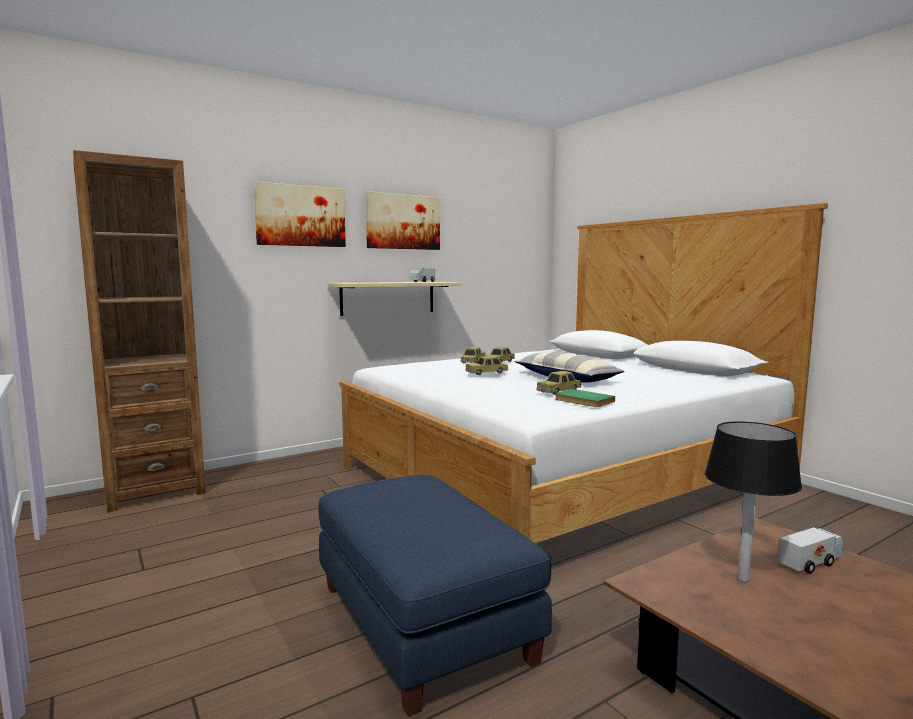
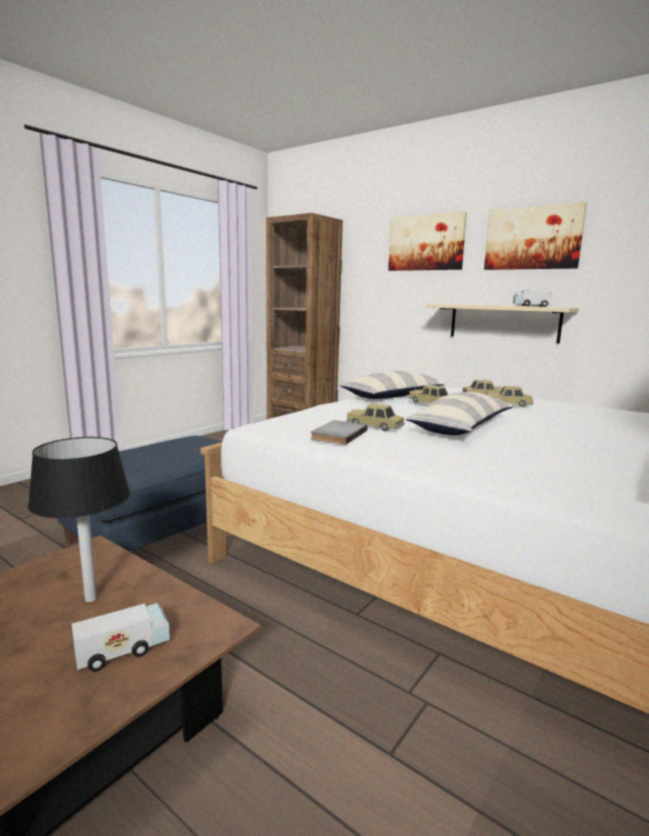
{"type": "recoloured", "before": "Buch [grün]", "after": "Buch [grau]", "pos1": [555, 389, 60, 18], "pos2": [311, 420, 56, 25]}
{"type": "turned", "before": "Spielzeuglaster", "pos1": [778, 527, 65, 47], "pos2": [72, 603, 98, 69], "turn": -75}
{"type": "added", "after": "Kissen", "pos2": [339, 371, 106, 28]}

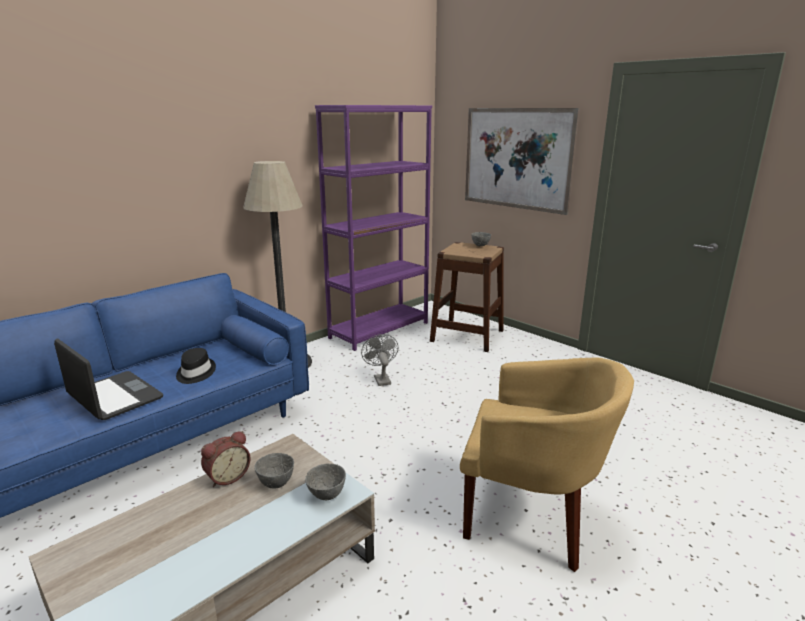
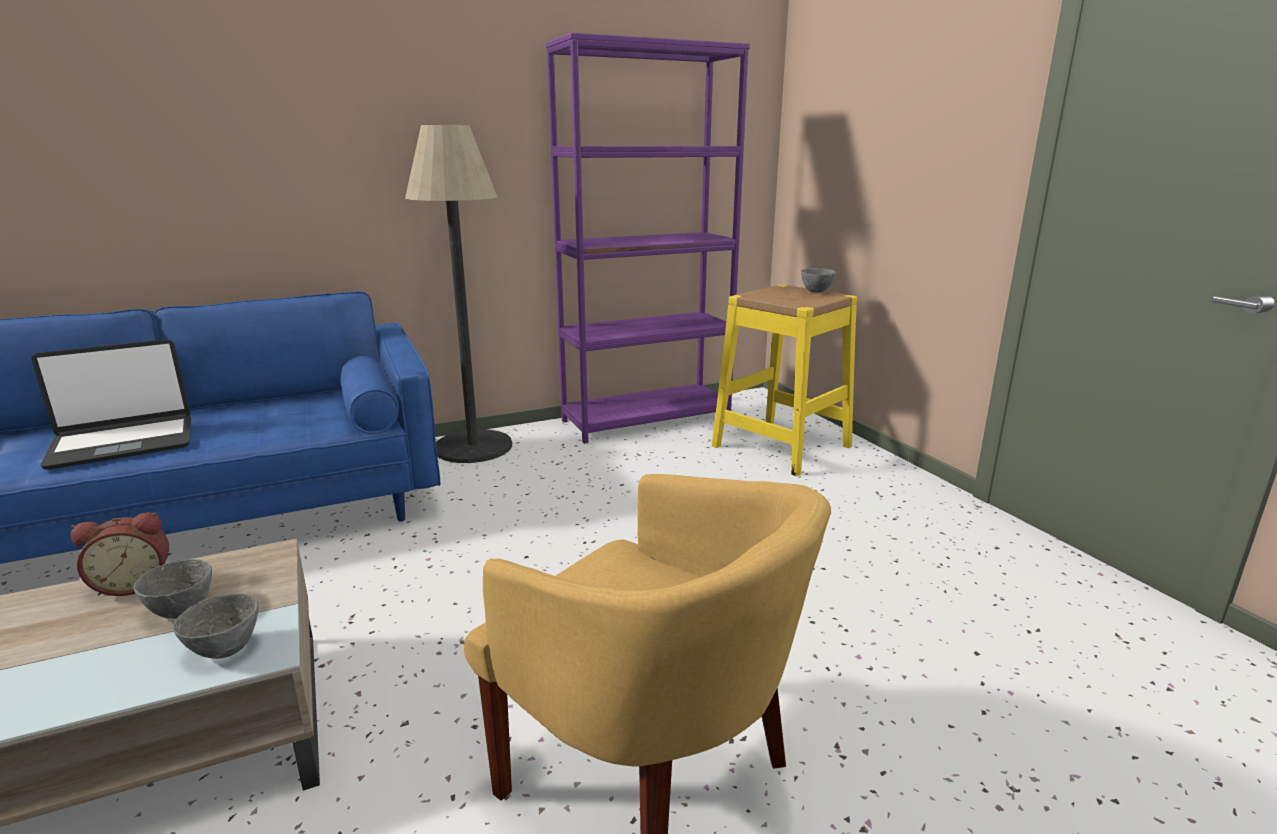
{"type": "removed", "before": "Bild", "pos1": [465, 108, 115, 107]}
{"type": "recoloured", "before": "Hocker [braun]", "after": "Hocker [gelb]", "pos1": [430, 242, 74, 110], "pos2": [712, 285, 145, 191]}
{"type": "removed", "before": "Ventilator [grau]", "pos1": [361, 334, 37, 52]}
{"type": "turned", "before": "Laptop", "pos1": [54, 338, 109, 82], "pos2": [31, 339, 160, 131], "turn": 90}
{"type": "removed", "before": "Hut [schwarz]", "pos1": [176, 348, 40, 36]}

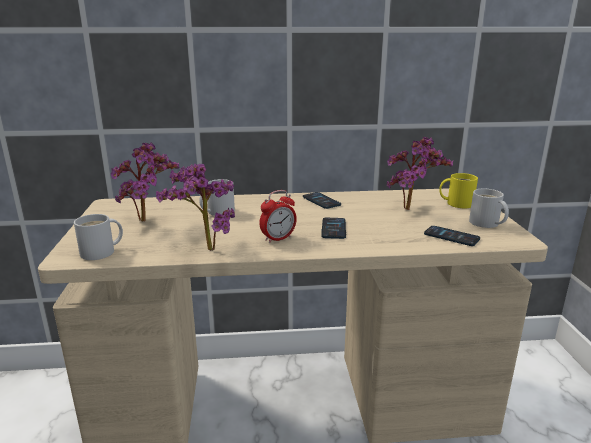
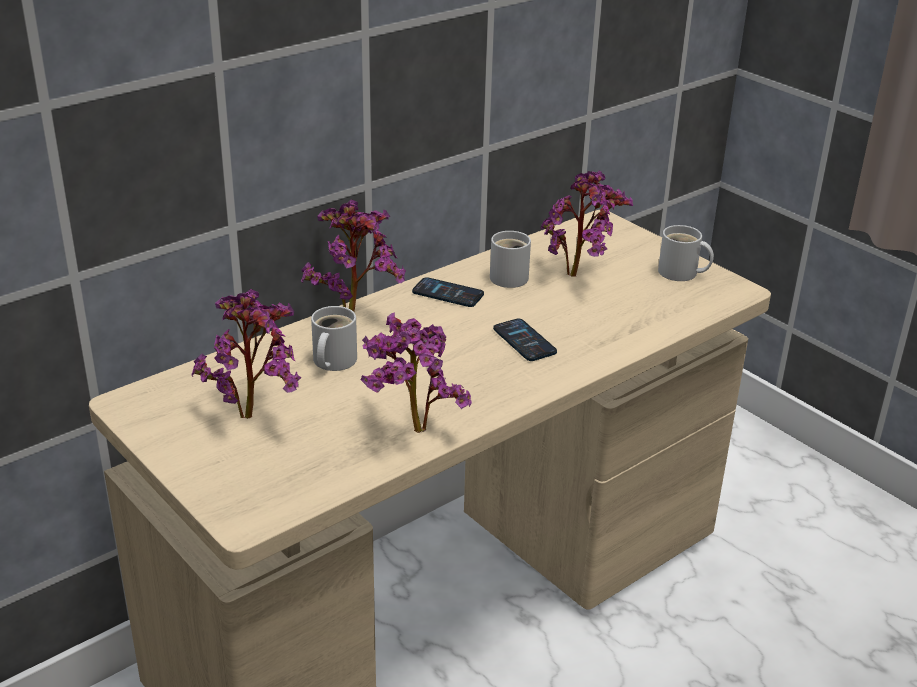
{"type": "removed", "before": "Henkelbecher [gelb]", "pos1": [439, 173, 39, 35]}
{"type": "removed", "before": "Wecker", "pos1": [259, 190, 38, 53]}
{"type": "moved", "before": "Henkelbecher [weiß]", "pos1": [74, 214, 49, 46], "pos2": [490, 231, 41, 57]}
{"type": "removed", "before": "Handy", "pos1": [424, 226, 56, 20]}
{"type": "added", "after": "Topfpflanze", "pos2": [301, 200, 105, 112]}

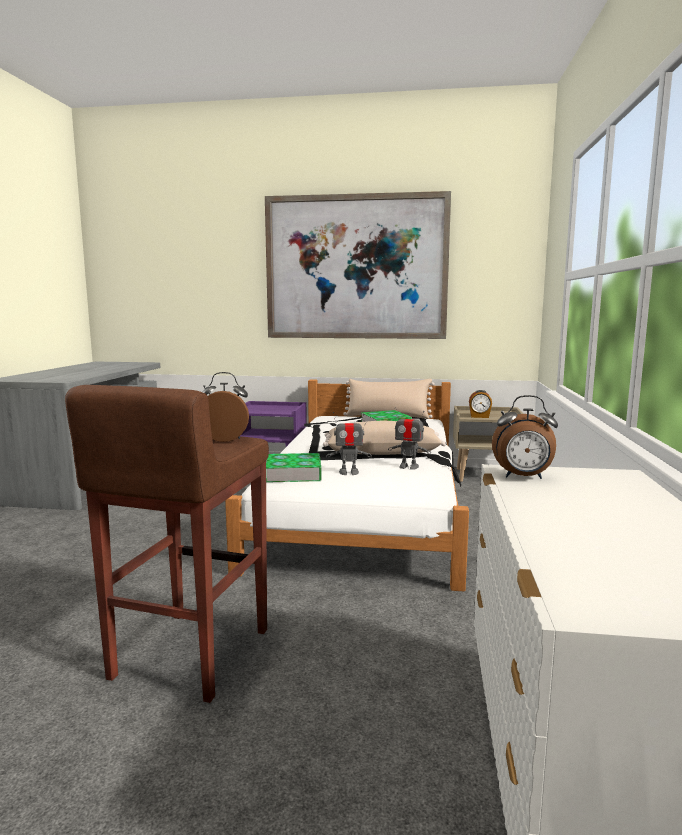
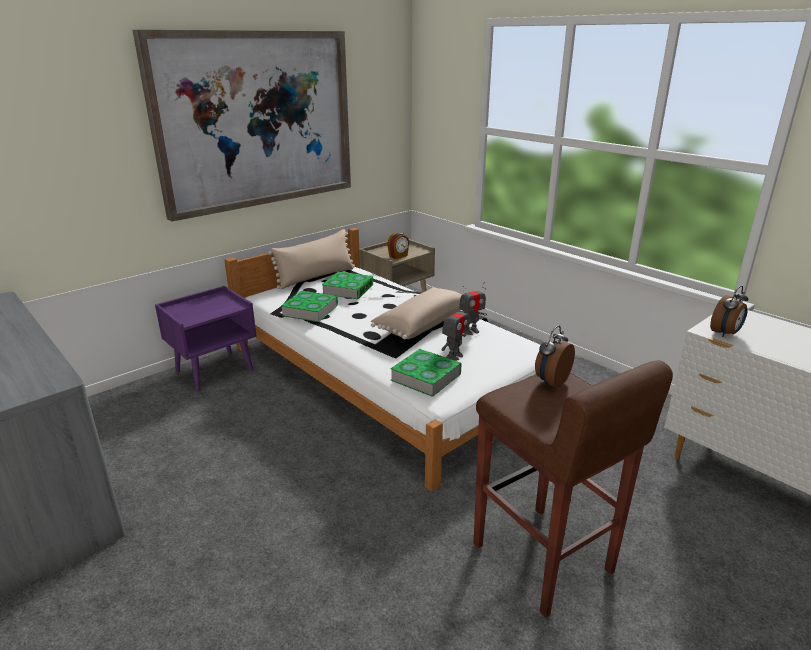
{"type": "added", "after": "Buch", "pos2": [281, 291, 57, 31]}

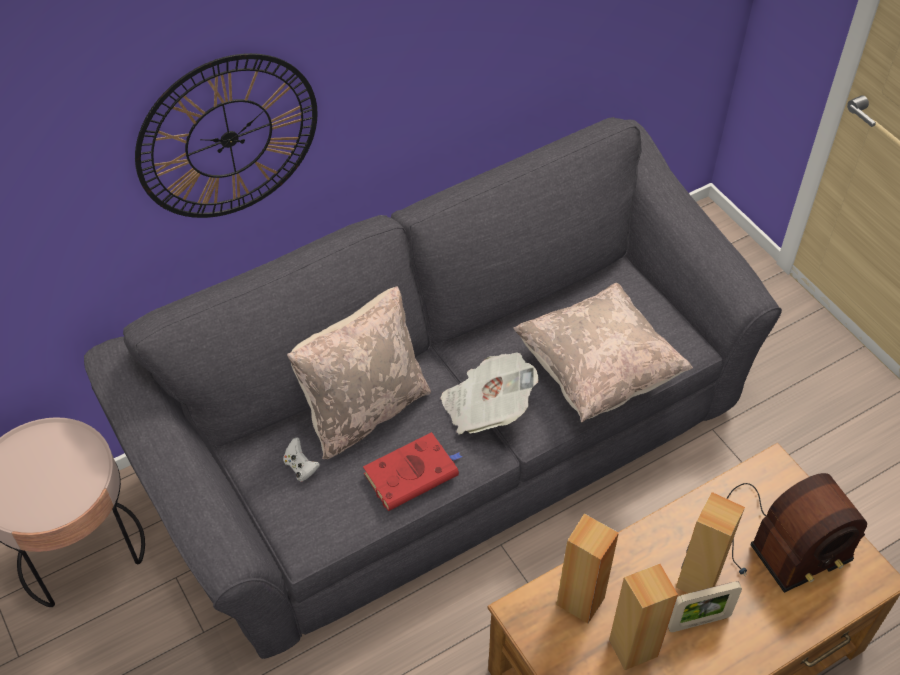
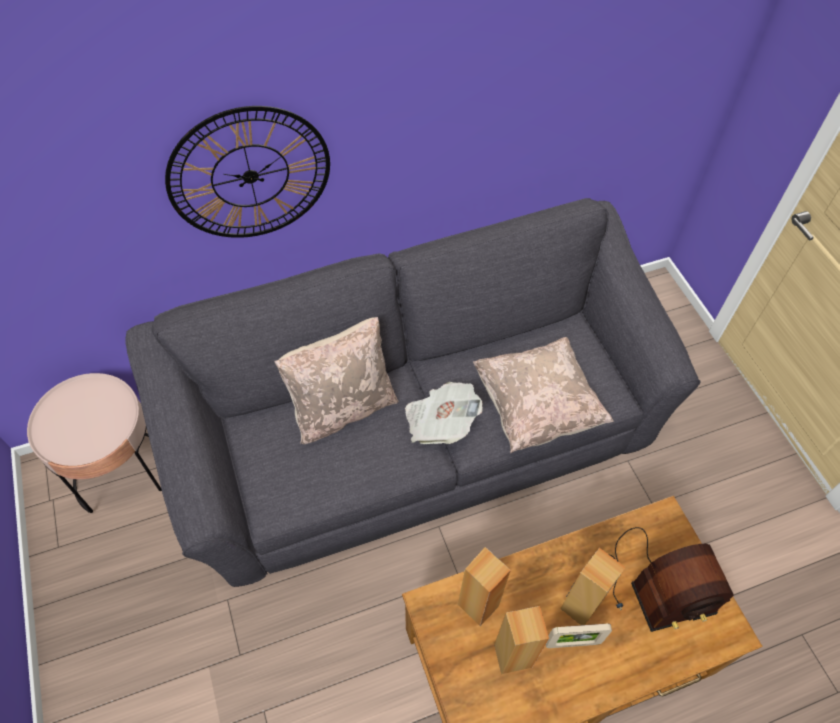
{"type": "removed", "before": "Buch [rot]", "pos1": [363, 432, 100, 79]}
{"type": "removed", "before": "Gamepad [weiß]", "pos1": [283, 438, 37, 43]}

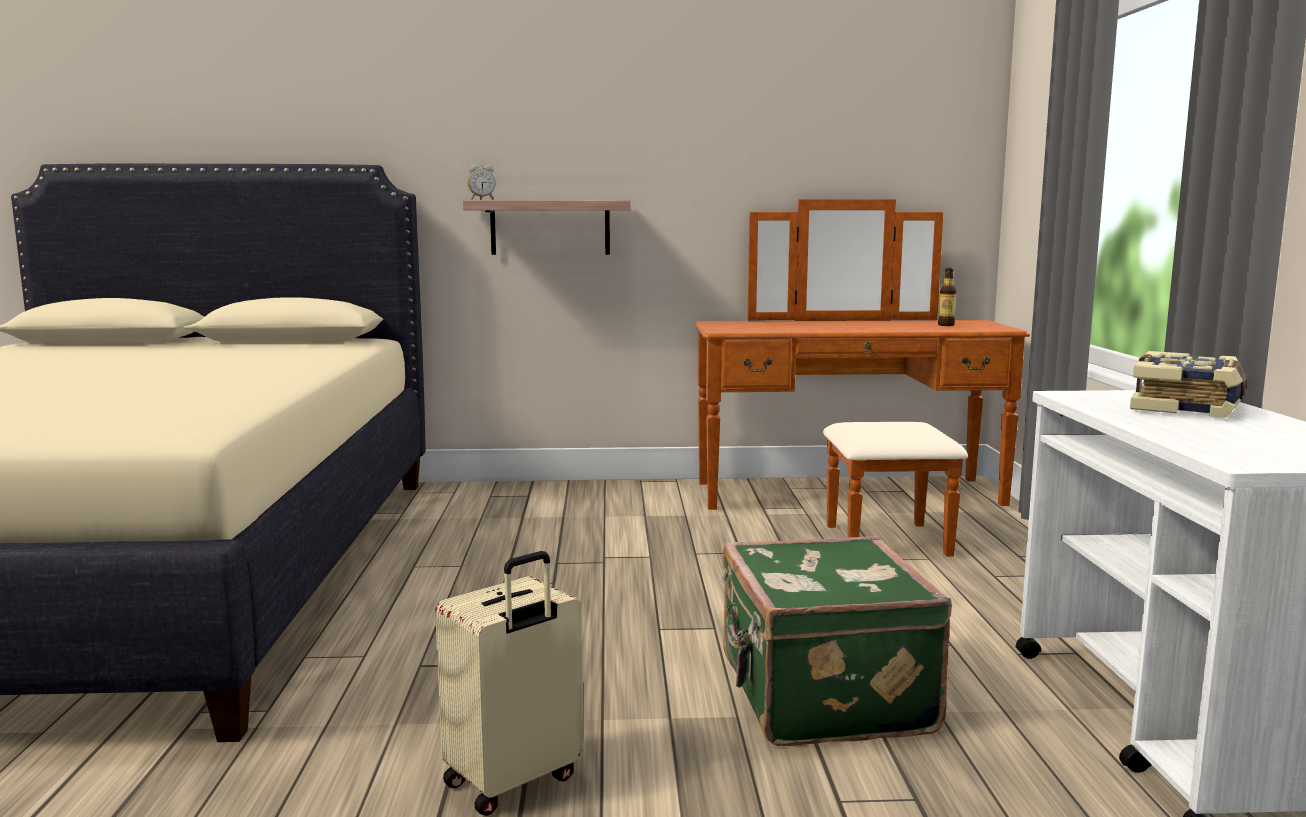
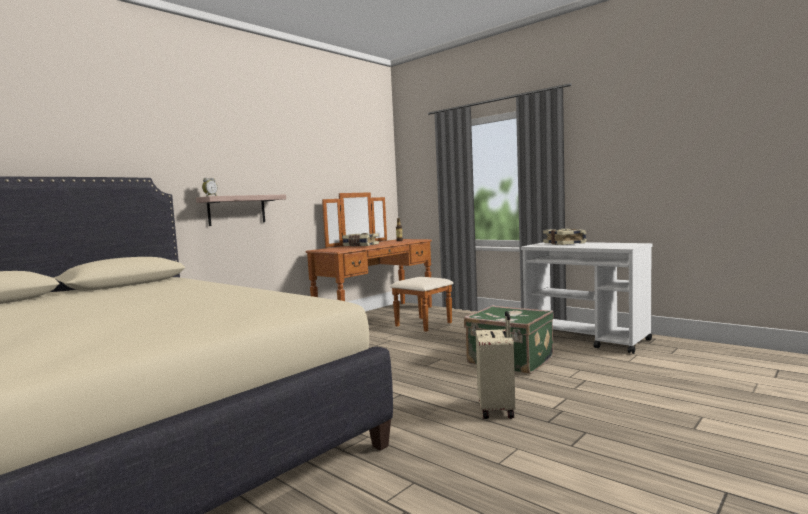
{"type": "added", "after": "Buch", "pos2": [342, 233, 37, 14]}

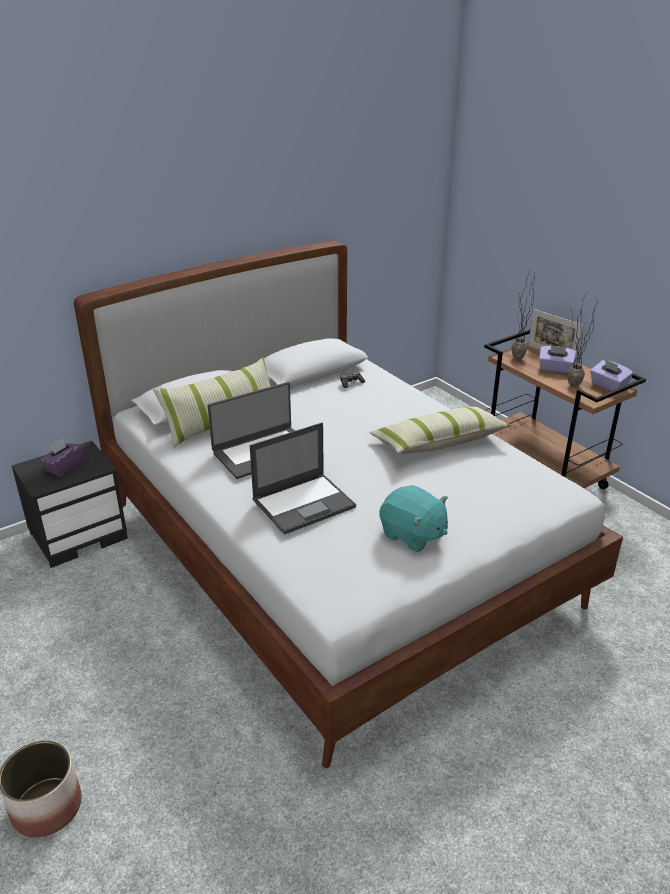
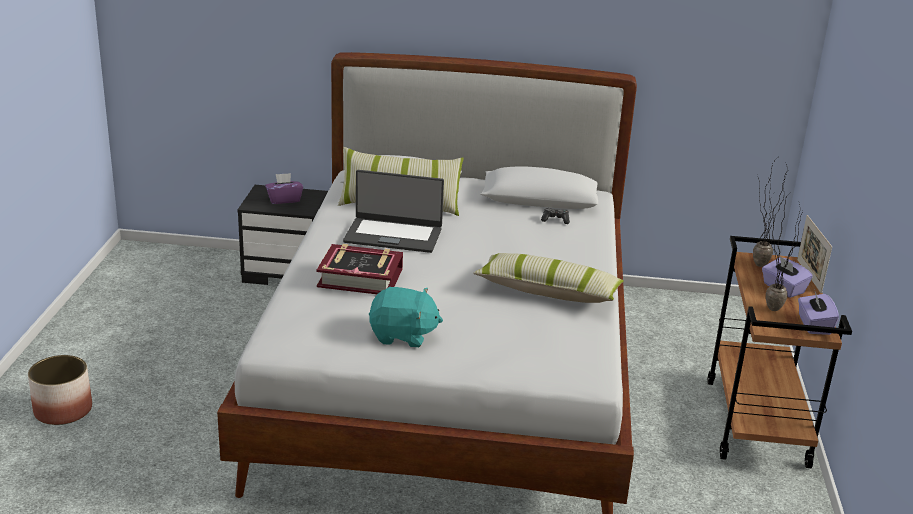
{"type": "replaced", "before": "Laptop", "after": "Buch", "pos1": [250, 422, 106, 113], "pos2": [317, 244, 86, 50]}
{"type": "turned", "before": "Plüschtier [türkis]", "pos1": [380, 485, 68, 67], "pos2": [369, 287, 74, 60], "turn": -75}

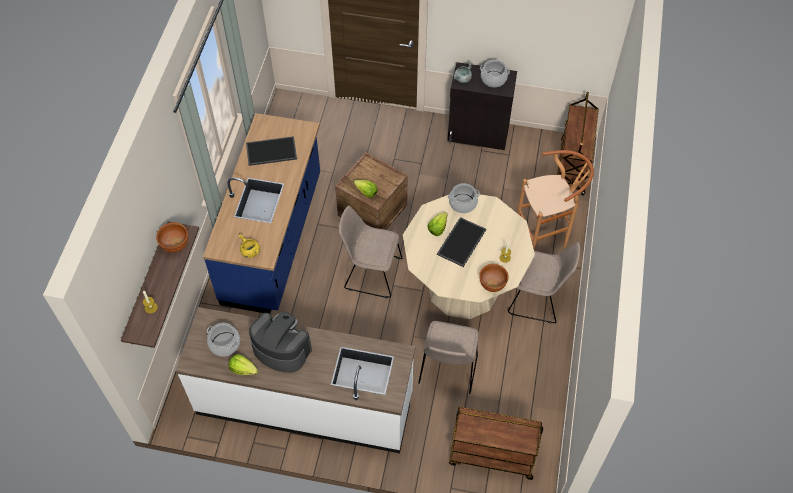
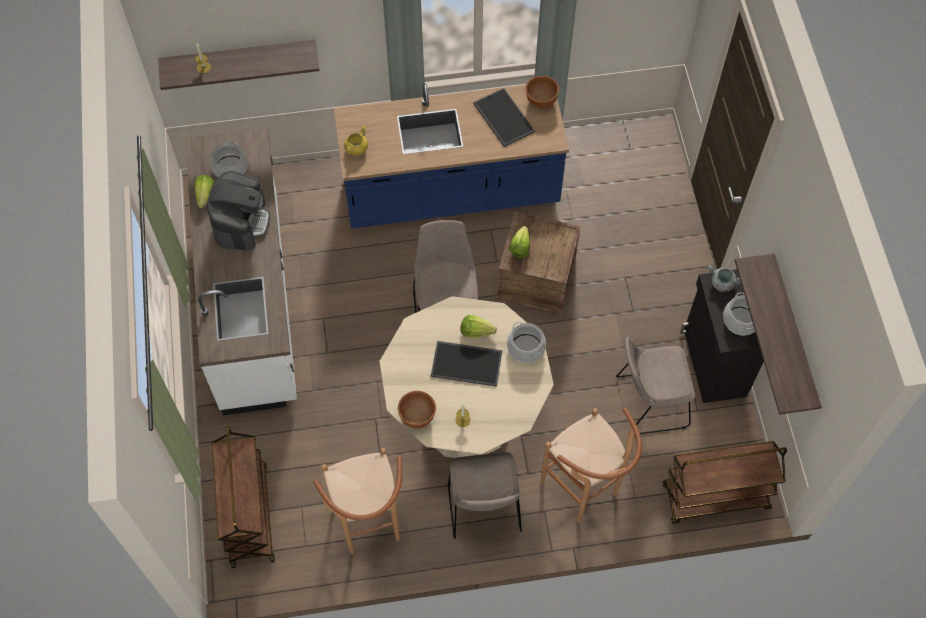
{"type": "moved", "before": "Schüssel [braun]", "pos1": [156, 222, 32, 31], "pos2": [525, 76, 34, 32]}
{"type": "moved", "before": "Stuhl [beige]", "pos1": [418, 321, 61, 73], "pos2": [616, 337, 79, 97]}
{"type": "added", "after": "Wandregal", "pos2": [735, 254, 87, 161]}
{"type": "added", "after": "Hocker [braun]", "pos2": [313, 448, 90, 106]}

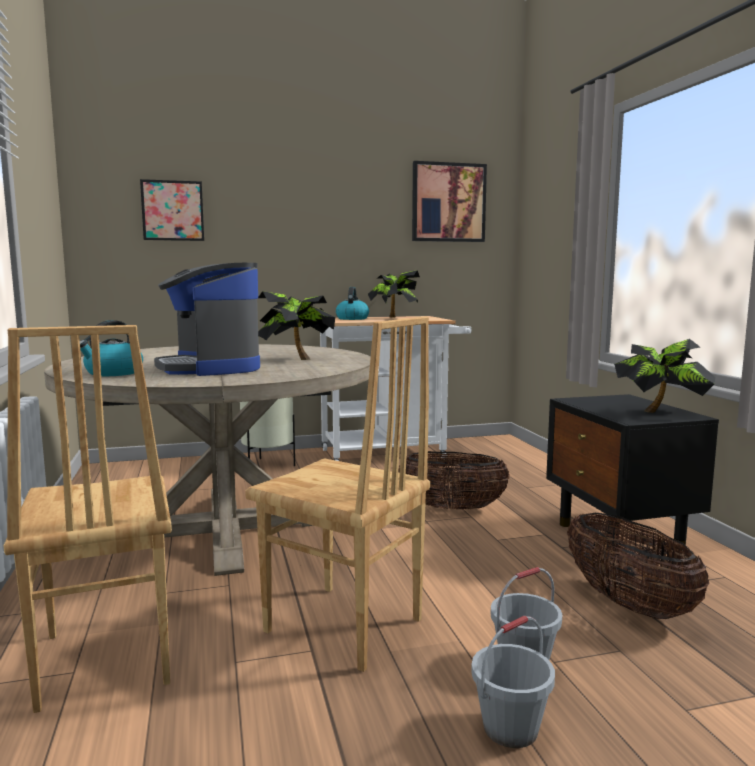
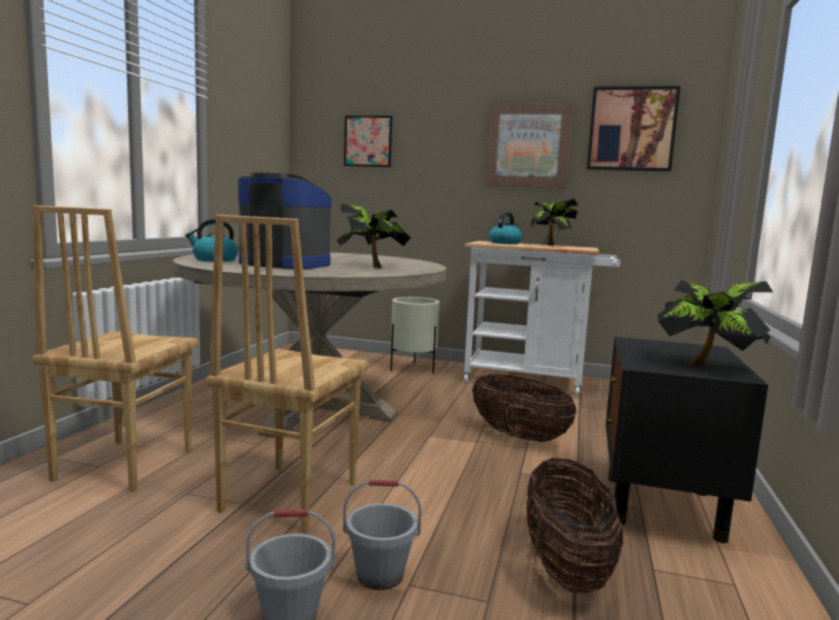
{"type": "turned", "before": "Kaffeemaschine", "pos1": [154, 263, 106, 113], "pos2": [238, 172, 94, 97], "turn": 105}
{"type": "turned", "before": "Stuhl [braun]", "pos1": [245, 317, 185, 355], "pos2": [206, 215, 163, 318], "turn": 45}
{"type": "added", "after": "Bild", "pos2": [485, 103, 88, 85]}

